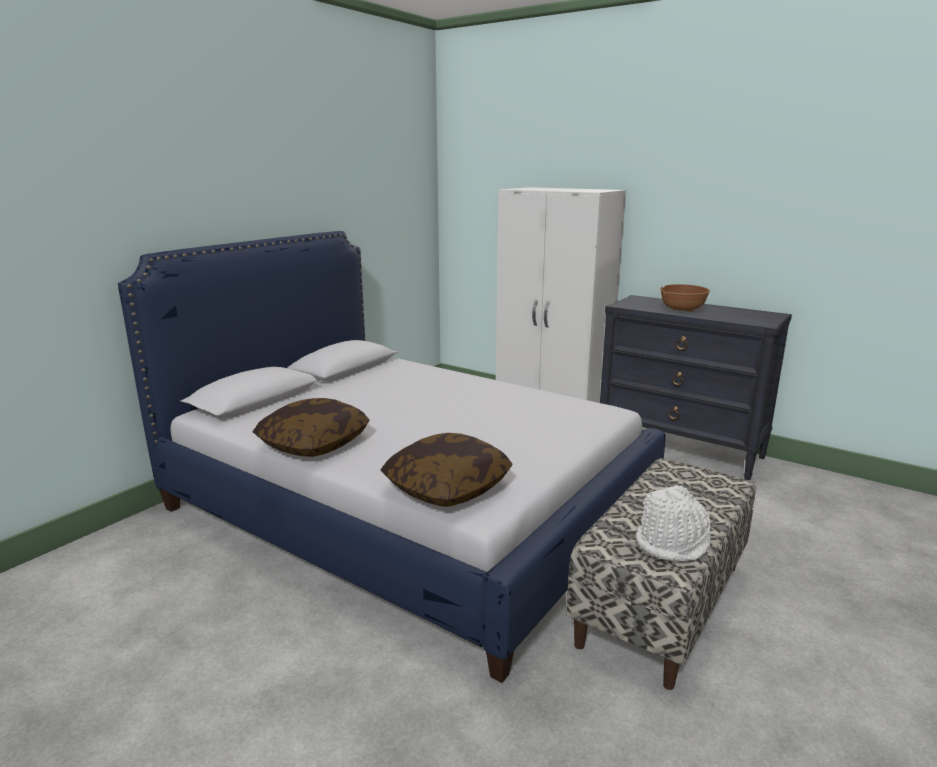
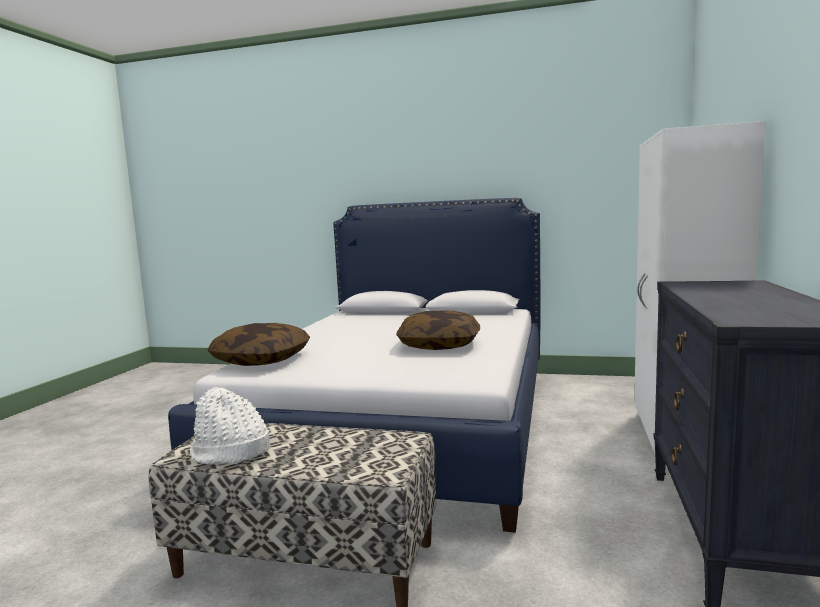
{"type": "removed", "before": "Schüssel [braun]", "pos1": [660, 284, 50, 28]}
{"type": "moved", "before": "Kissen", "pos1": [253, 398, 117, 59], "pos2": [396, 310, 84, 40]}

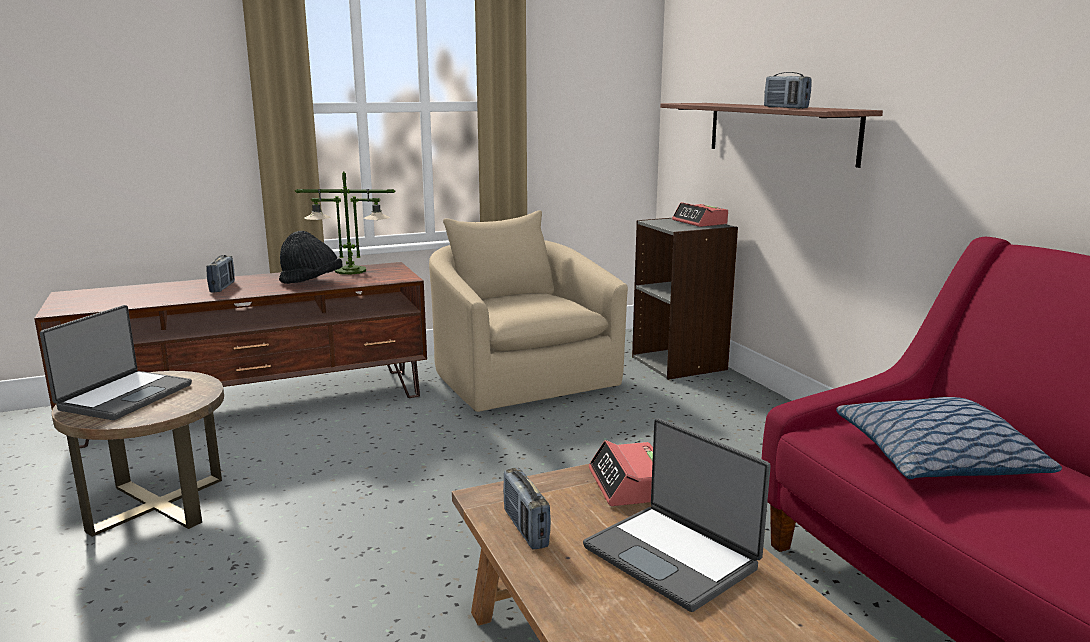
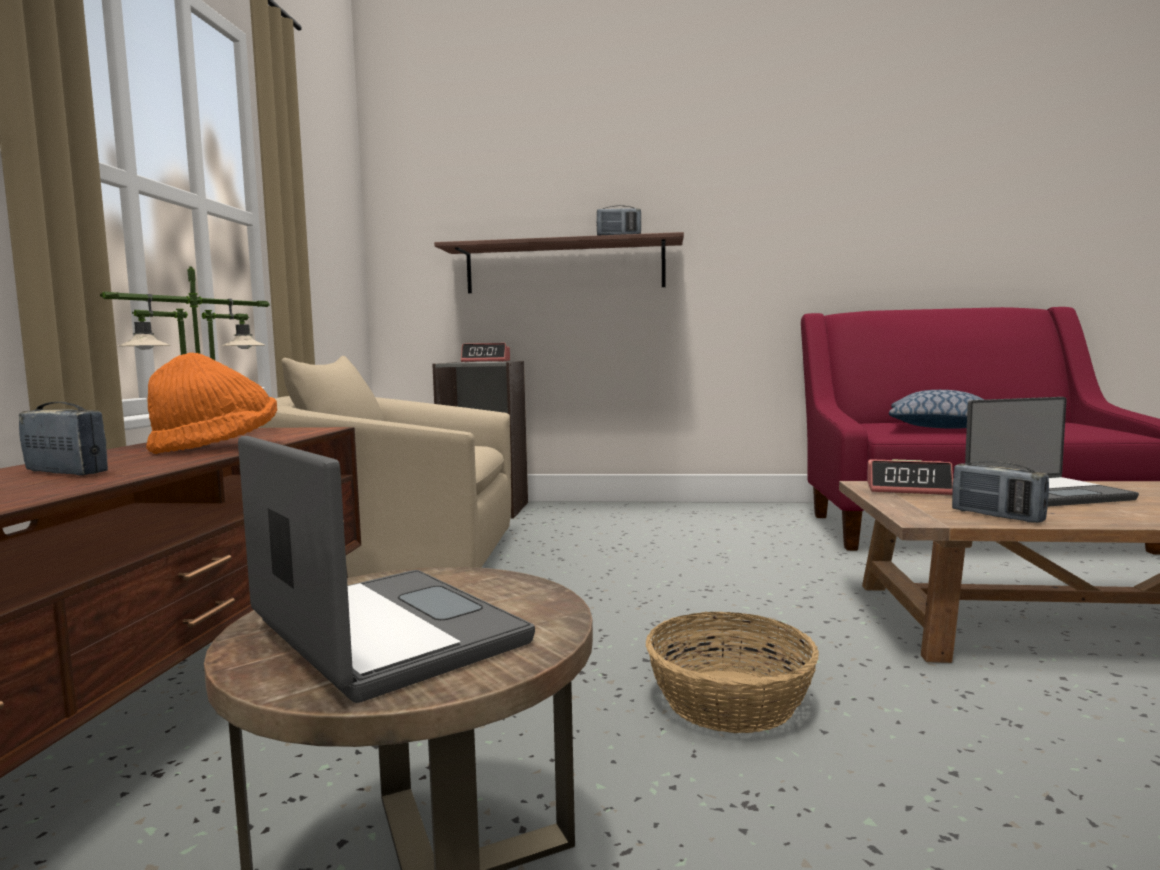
{"type": "recoloured", "before": "Hut [schwarz]", "after": "Hut [orange]", "pos1": [279, 231, 64, 53], "pos2": [146, 353, 131, 101]}
{"type": "turned", "before": "Radio", "pos1": [503, 468, 48, 81], "pos2": [952, 461, 97, 62], "turn": 45}
{"type": "added", "after": "Korb", "pos2": [646, 612, 173, 121]}

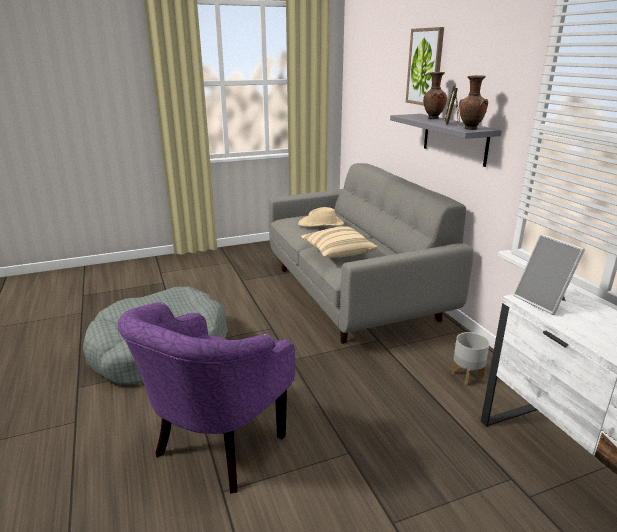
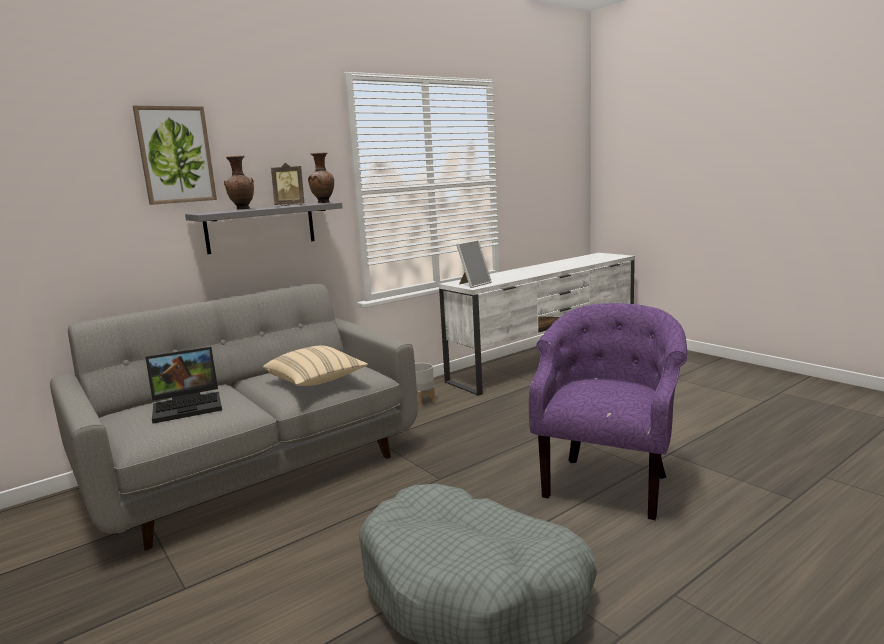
{"type": "replaced", "before": "Hut [beige]", "after": "Laptop", "pos1": [298, 207, 46, 20], "pos2": [145, 347, 77, 77]}
{"type": "turned", "before": "Sessel [lila]", "pos1": [118, 302, 177, 191], "pos2": [529, 303, 158, 217], "turn": -75}

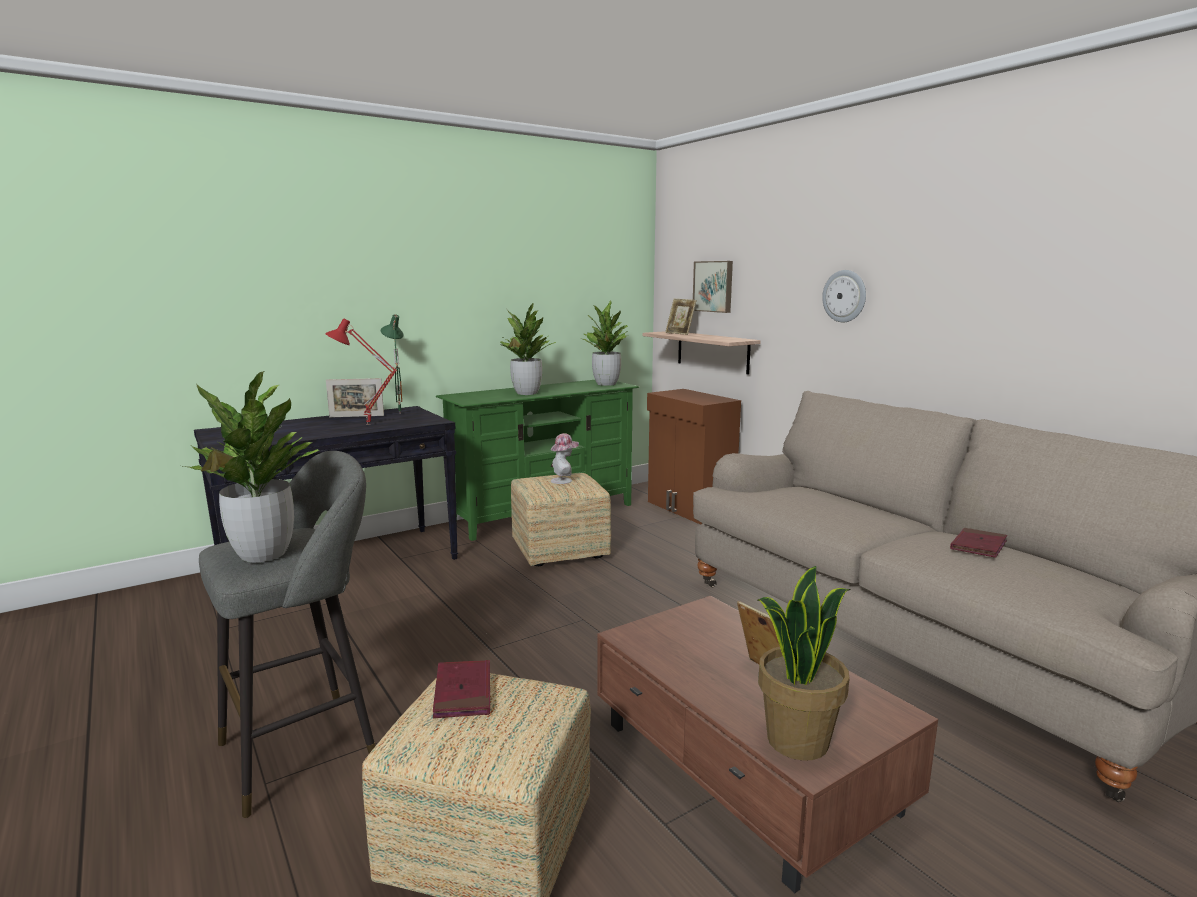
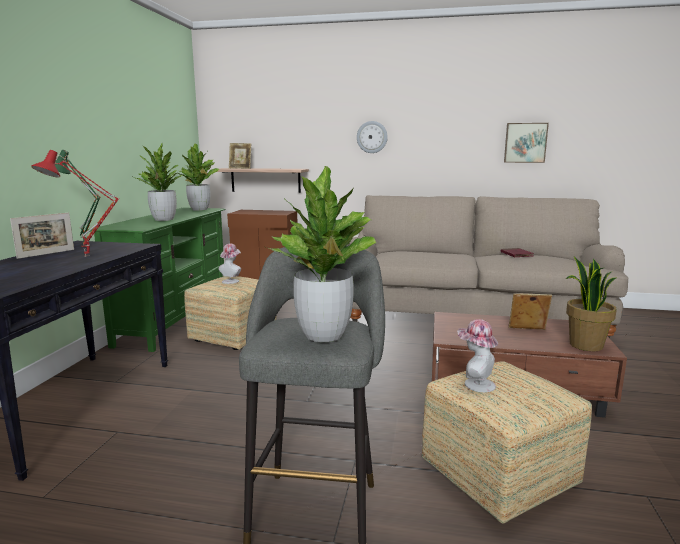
{"type": "moved", "before": "Bild", "pos1": [693, 261, 40, 52], "pos2": [504, 123, 45, 40]}
{"type": "replaced", "before": "Buch [rot]", "after": "Hut", "pos1": [433, 660, 57, 58], "pos2": [457, 319, 41, 73]}

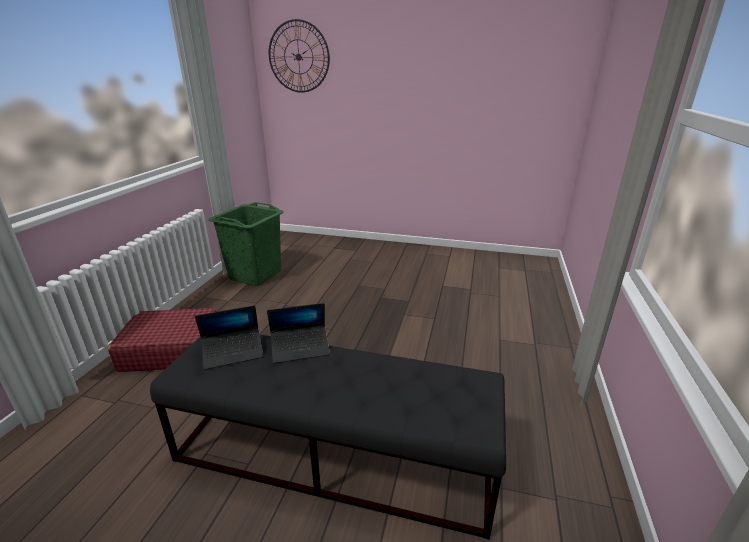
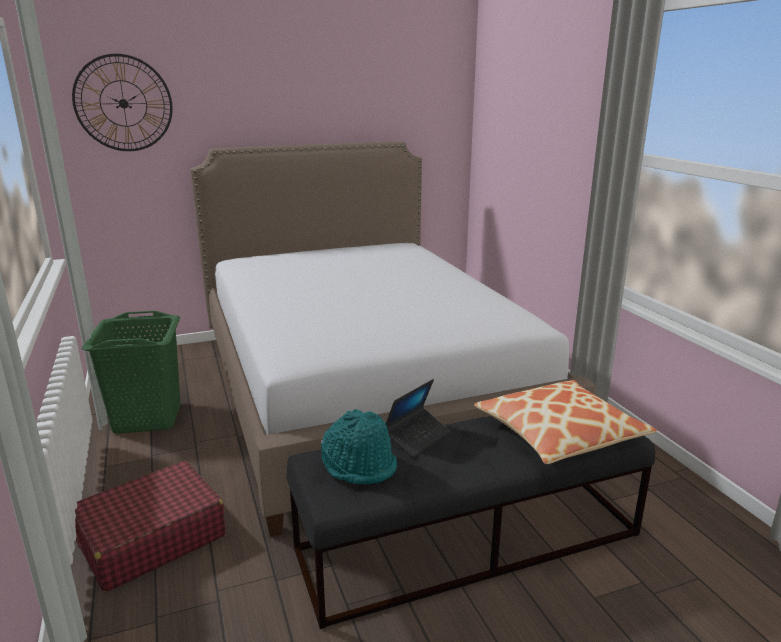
{"type": "replaced", "before": "Laptop", "after": "Hut [türkis]", "pos1": [195, 305, 68, 65], "pos2": [321, 409, 76, 75]}
{"type": "added", "after": "Bett", "pos2": [190, 142, 405, 395]}
{"type": "added", "after": "Kissen", "pos2": [474, 380, 183, 84]}

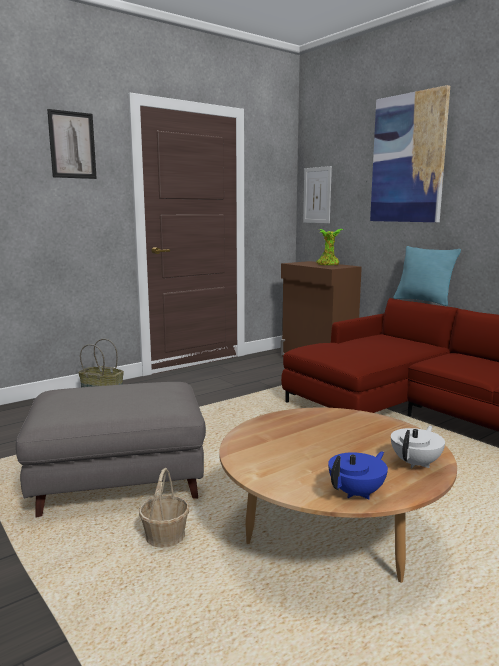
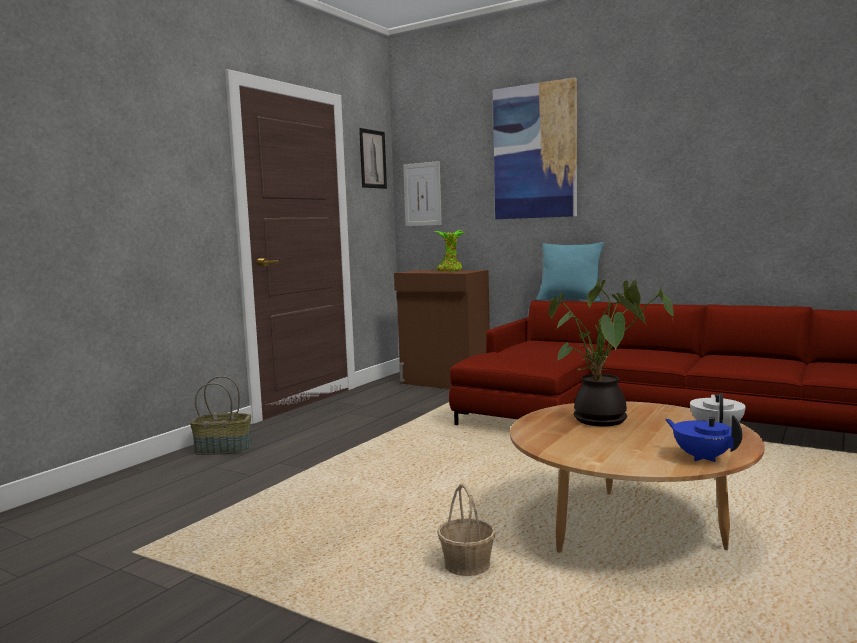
{"type": "moved", "before": "Bild", "pos1": [47, 109, 50, 70], "pos2": [359, 128, 28, 61]}
{"type": "removed", "before": "Polsterhocker [grau]", "pos1": [16, 382, 190, 135]}
{"type": "turned", "before": "Teekanne [blau]", "pos1": [328, 451, 60, 49], "pos2": [665, 415, 77, 47], "turn": -60}
{"type": "added", "after": "Topfpflanze", "pos2": [548, 280, 126, 146]}

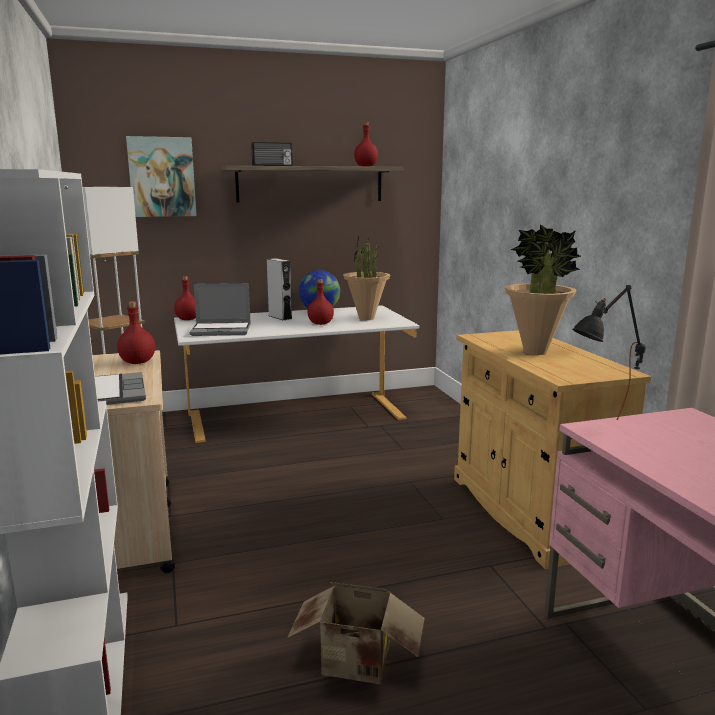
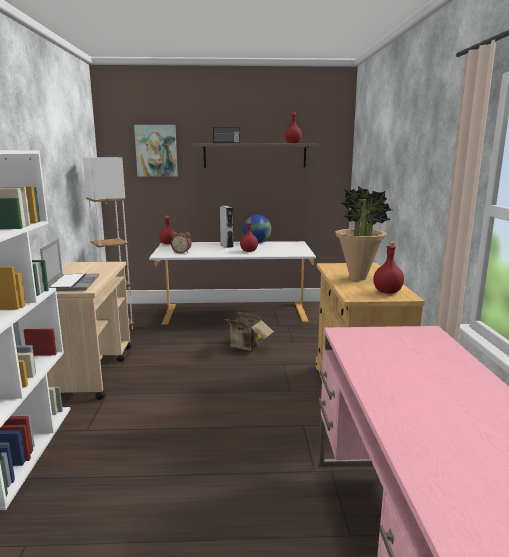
{"type": "removed", "before": "Topfpflanze", "pos1": [343, 236, 47, 84]}
{"type": "replaced", "before": "Laptop", "after": "Wecker", "pos1": [189, 283, 62, 53], "pos2": [171, 232, 21, 21]}
{"type": "removed", "before": "Tischlampe [schwarz]", "pos1": [572, 285, 74, 135]}
{"type": "moved", "before": "Flasche [rot]", "pos1": [117, 301, 38, 63], "pos2": [373, 242, 31, 52]}
{"type": "moved", "before": "Karton", "pos1": [287, 582, 138, 102], "pos2": [218, 311, 56, 40]}

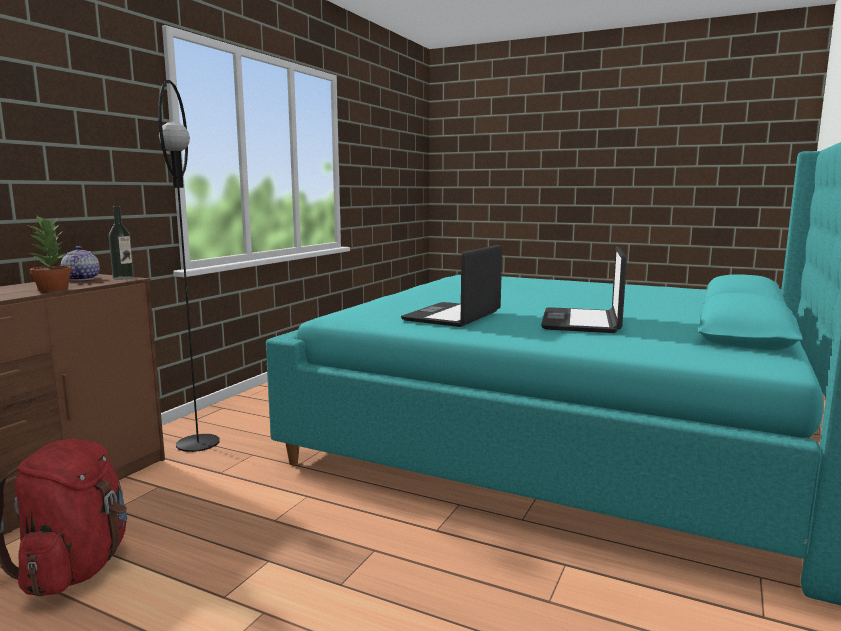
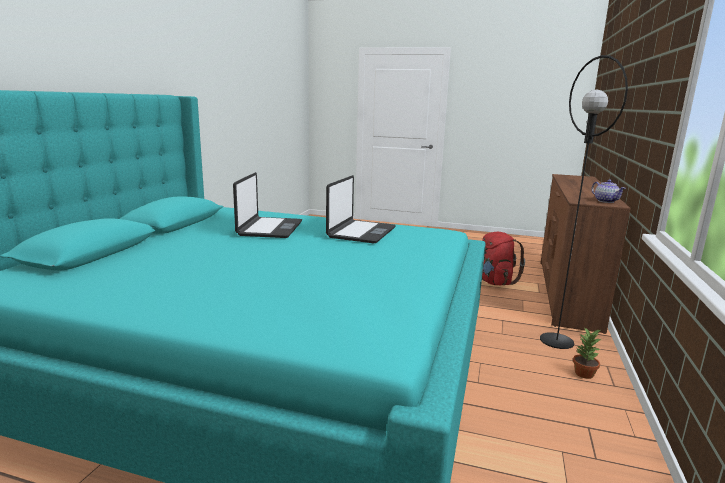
{"type": "removed", "before": "Flasche", "pos1": [109, 206, 25, 73]}
{"type": "moved", "before": "Topfpflanze", "pos1": [29, 216, 43, 76], "pos2": [573, 327, 28, 52]}

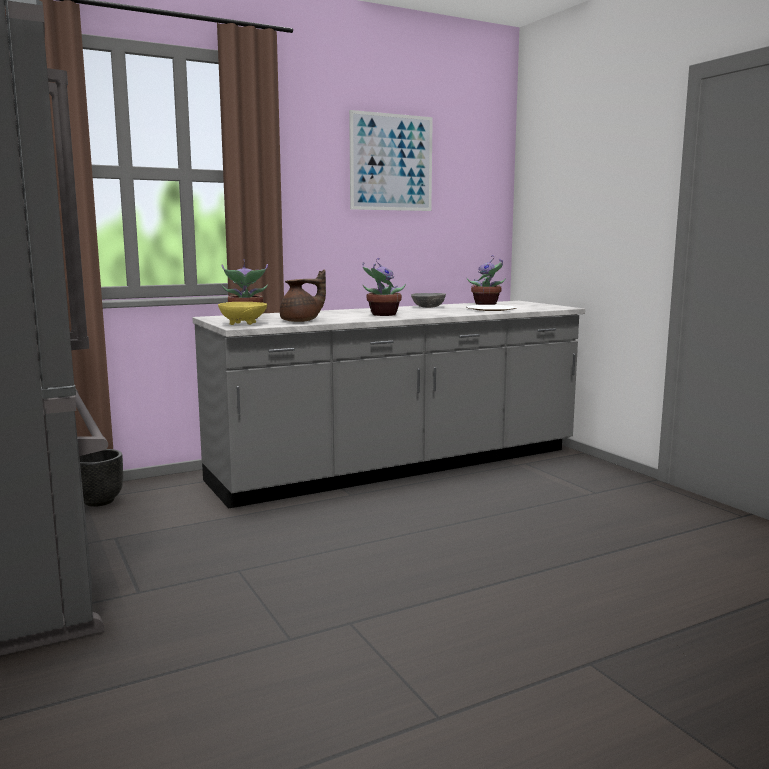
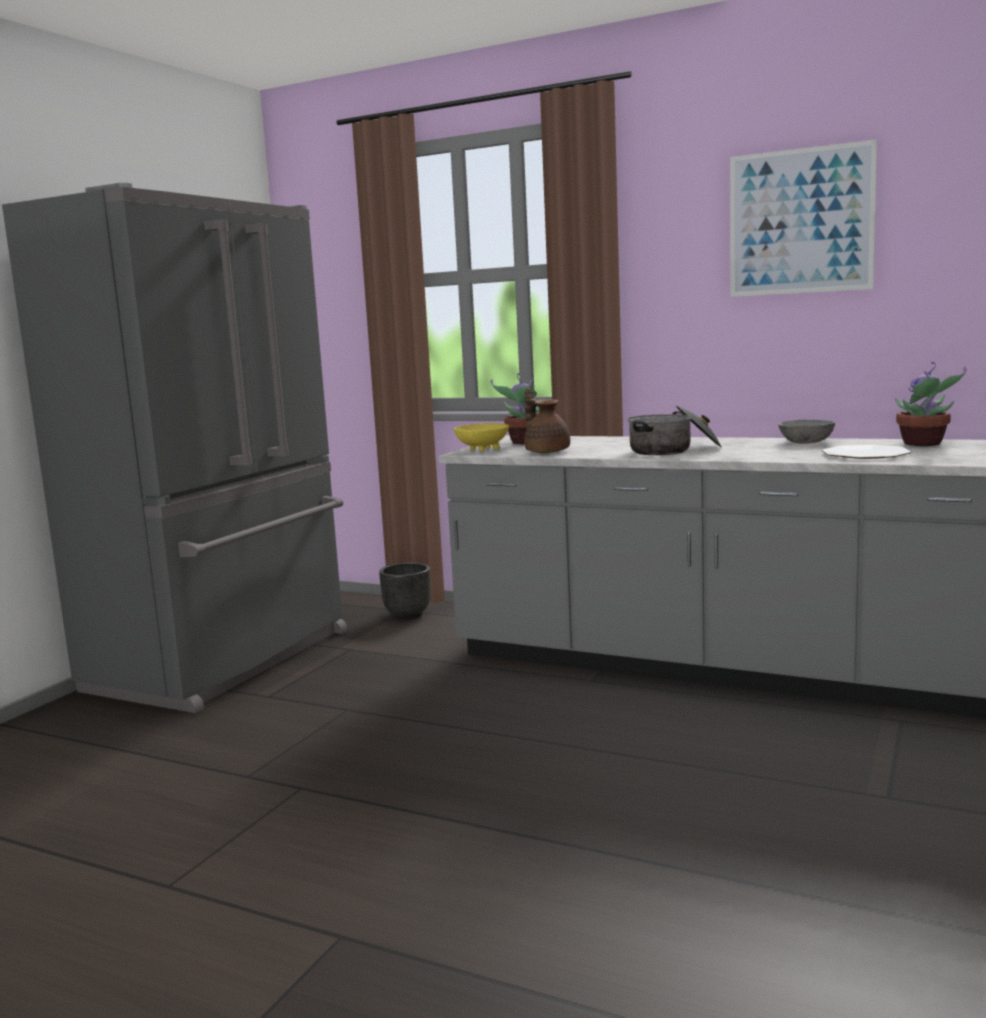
{"type": "replaced", "before": "Topfpflanze", "after": "Kochtopf", "pos1": [362, 258, 44, 58], "pos2": [627, 405, 95, 50]}
{"type": "turned", "before": "Teekanne [braun]", "pos1": [280, 270, 46, 52], "pos2": [524, 388, 46, 65], "turn": -150}

